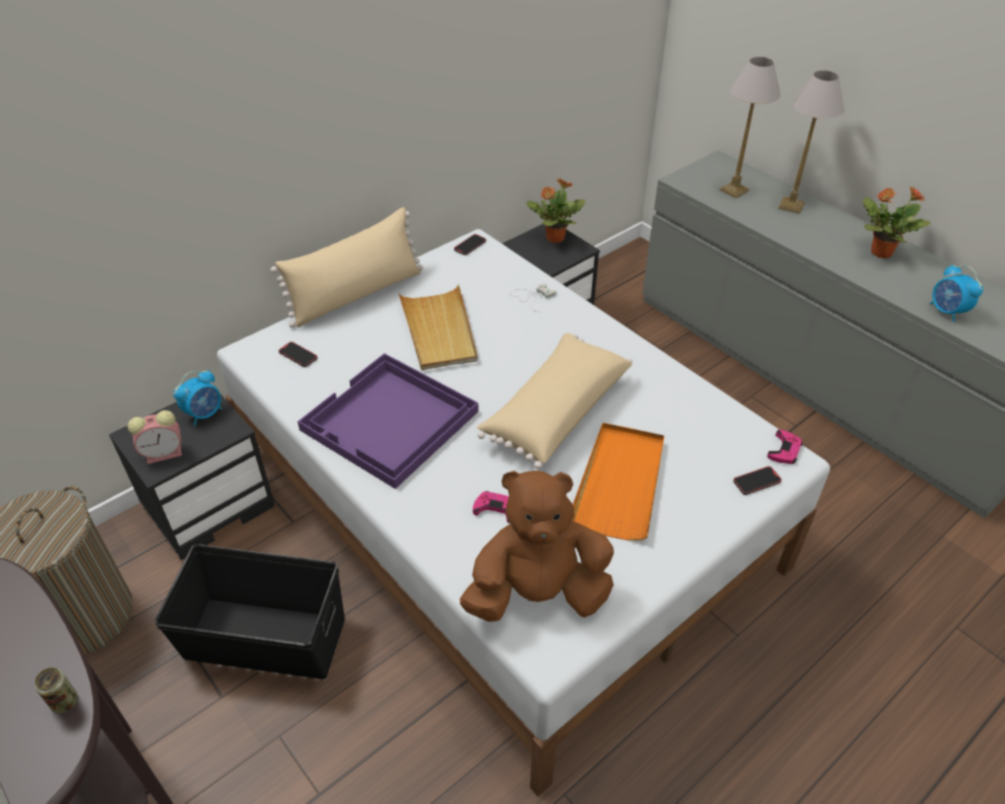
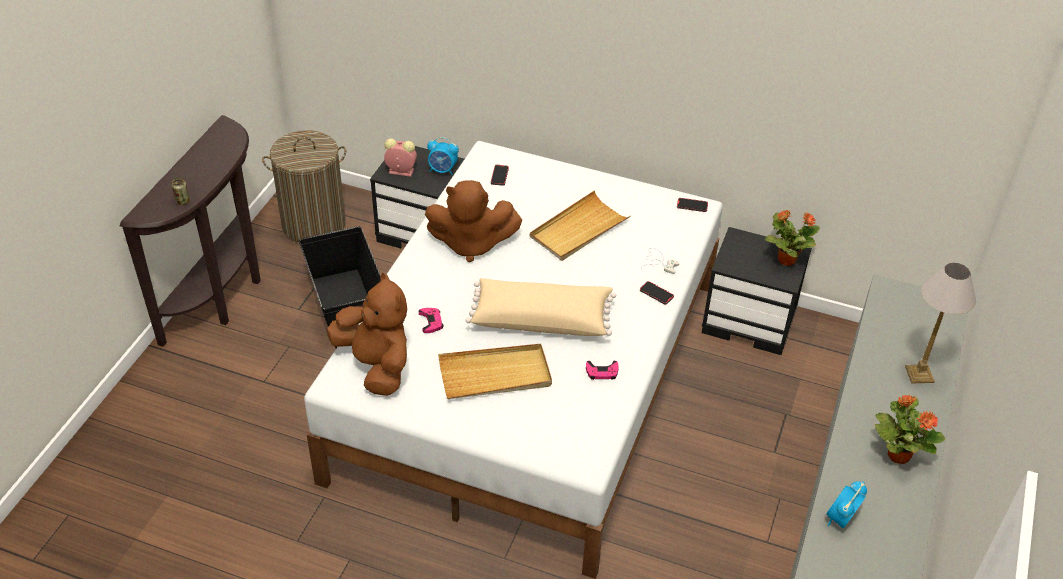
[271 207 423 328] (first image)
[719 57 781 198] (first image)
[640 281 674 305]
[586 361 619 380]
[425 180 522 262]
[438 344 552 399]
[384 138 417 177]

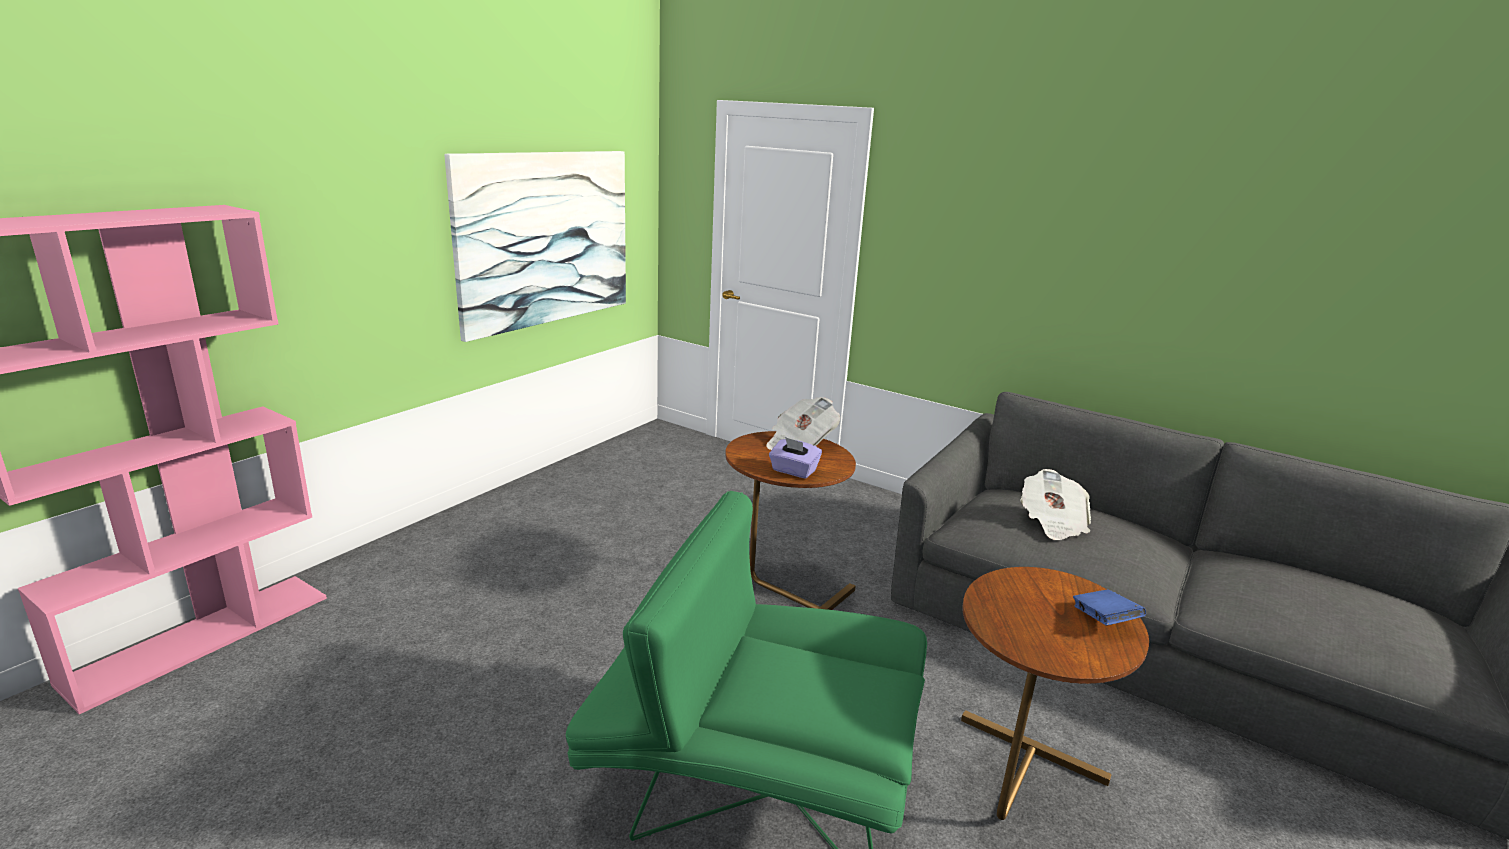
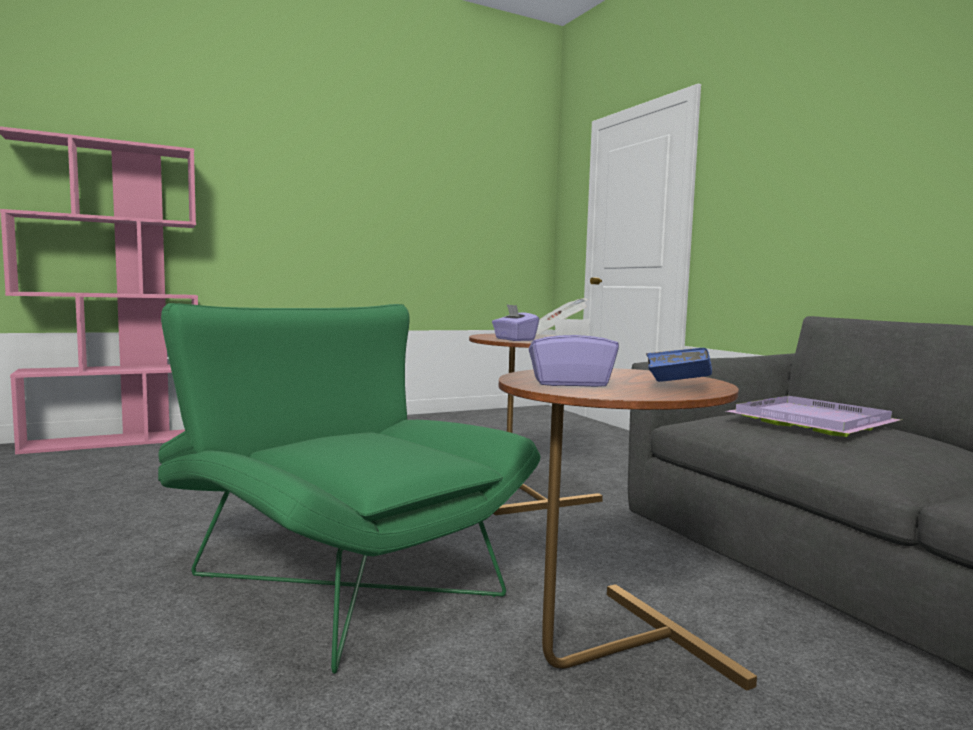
[444 151 626 342] (first image)
[529 318 619 387]
[726 396 901 437]

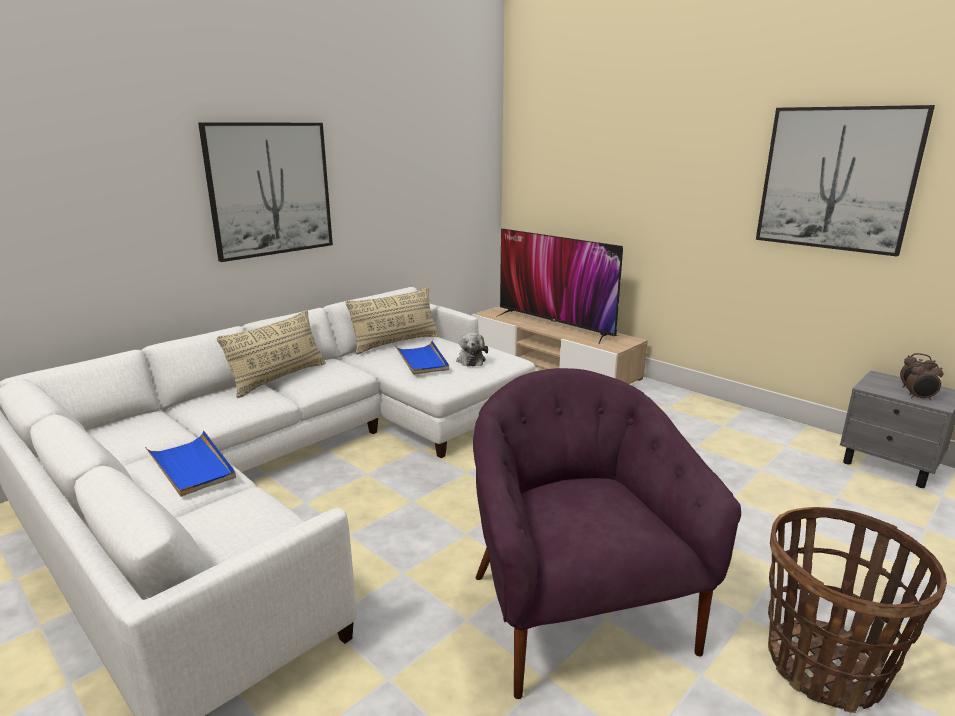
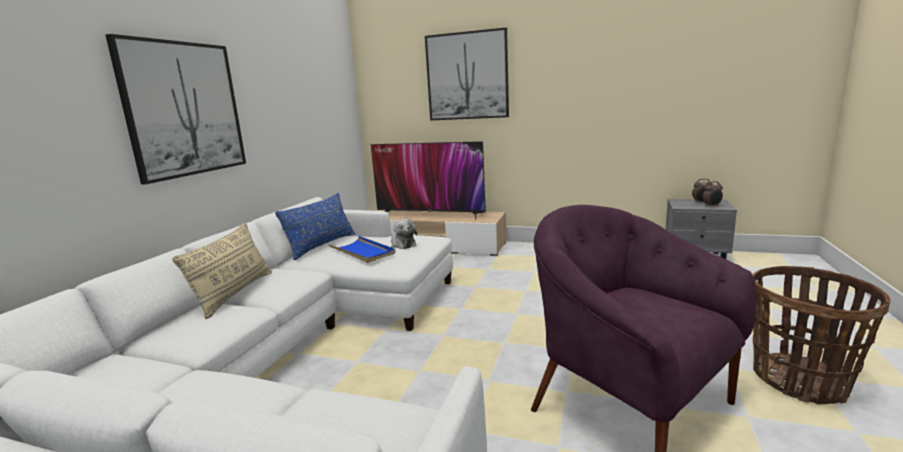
[145 431 236 497] (first image)
[425 27 509 121]
[275 193 355 260]

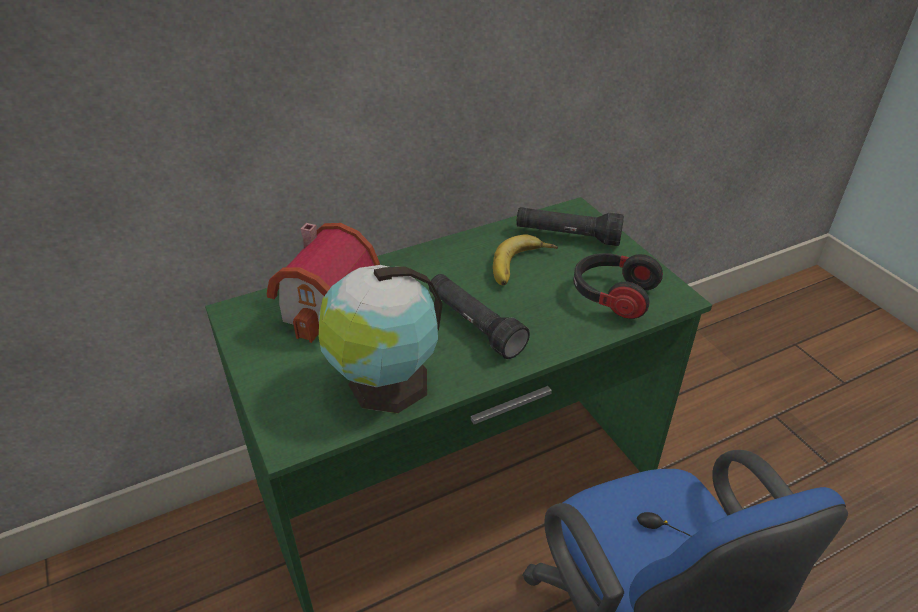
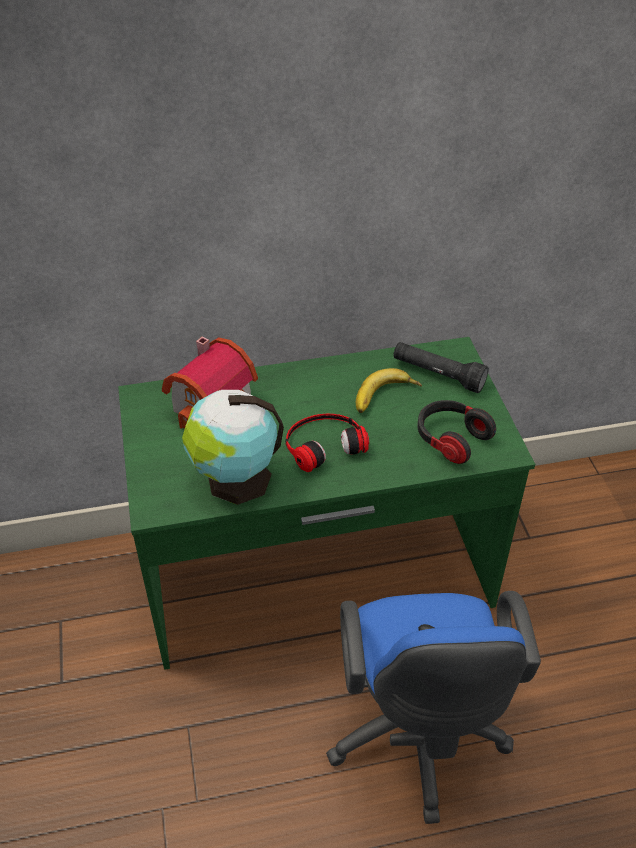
[285 414 369 472]

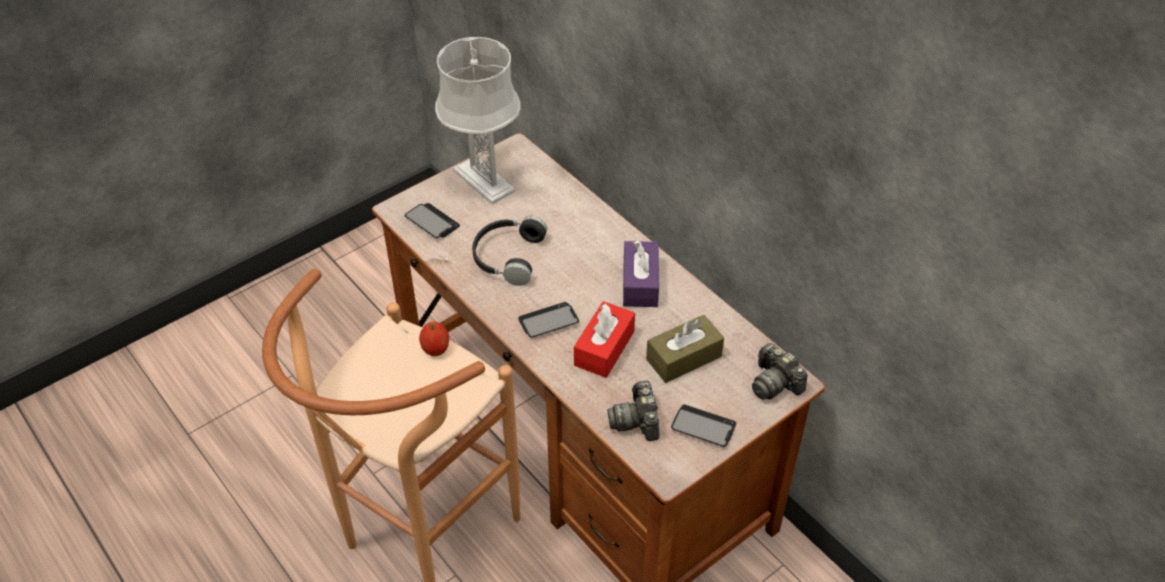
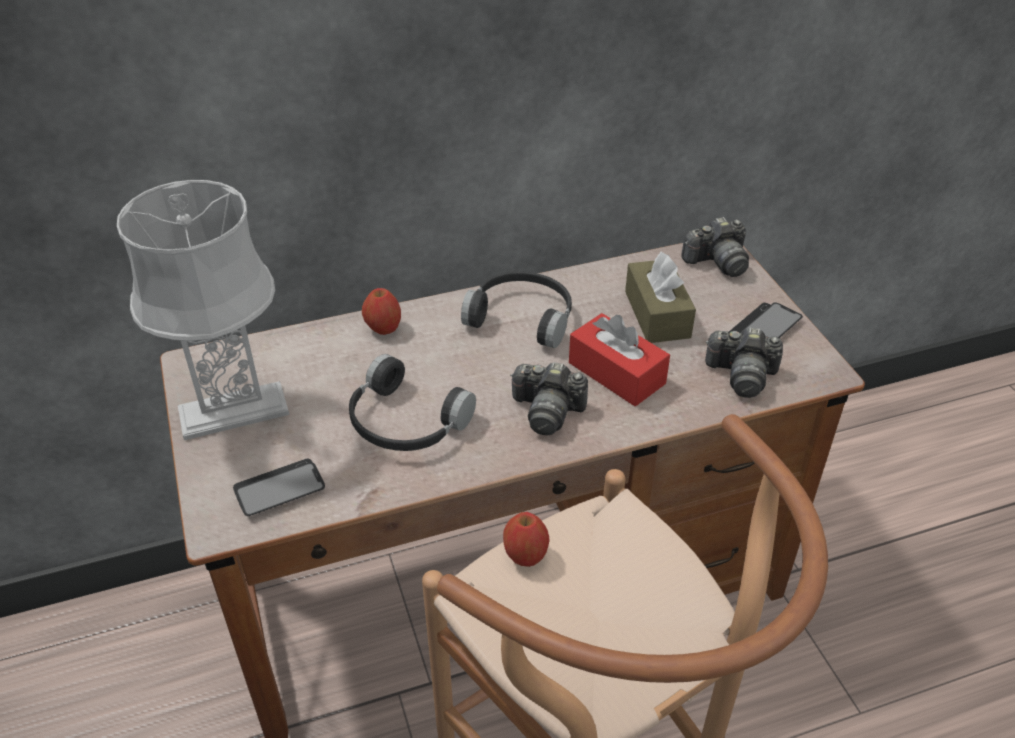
[362 288 401 335]
[510 362 588 436]
[461 271 572 348]

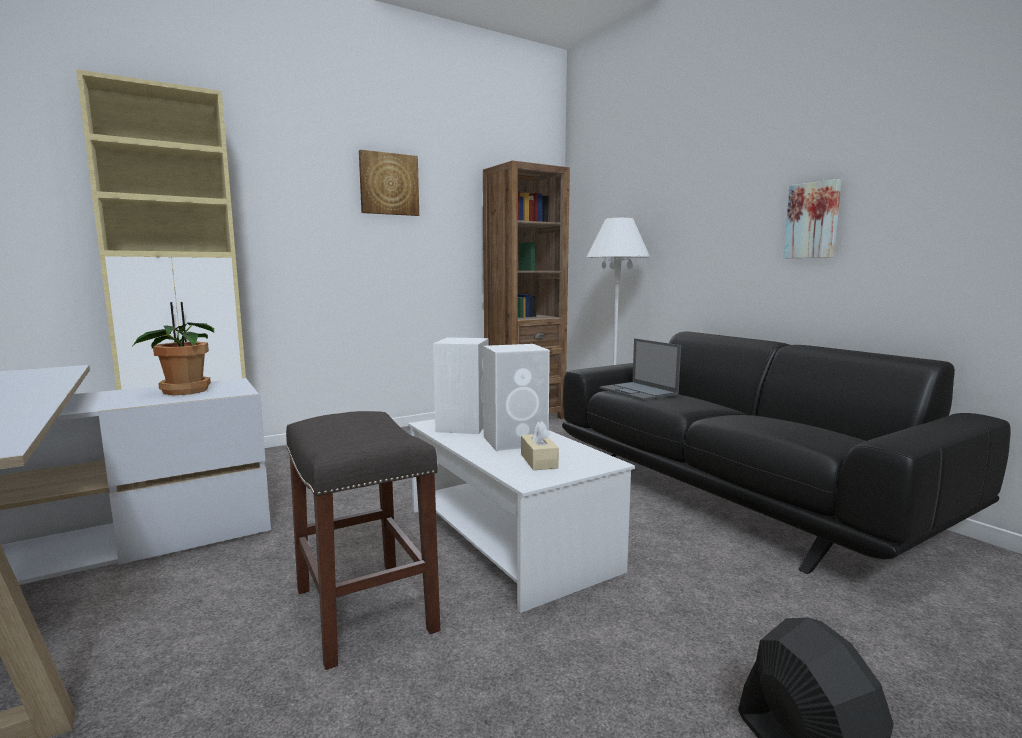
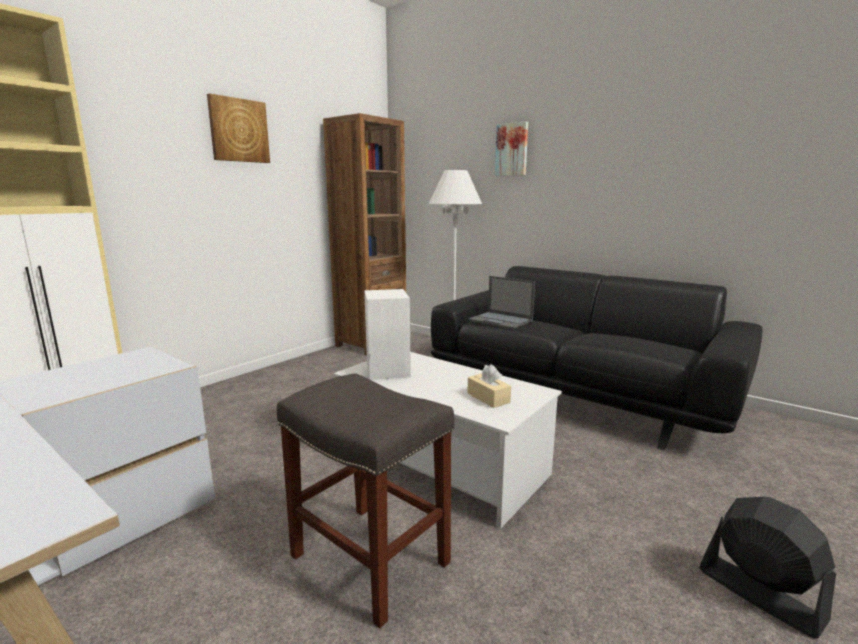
[132 322 214 395] (first image)
[483 344 550 451] (first image)
[495 121 528 176]

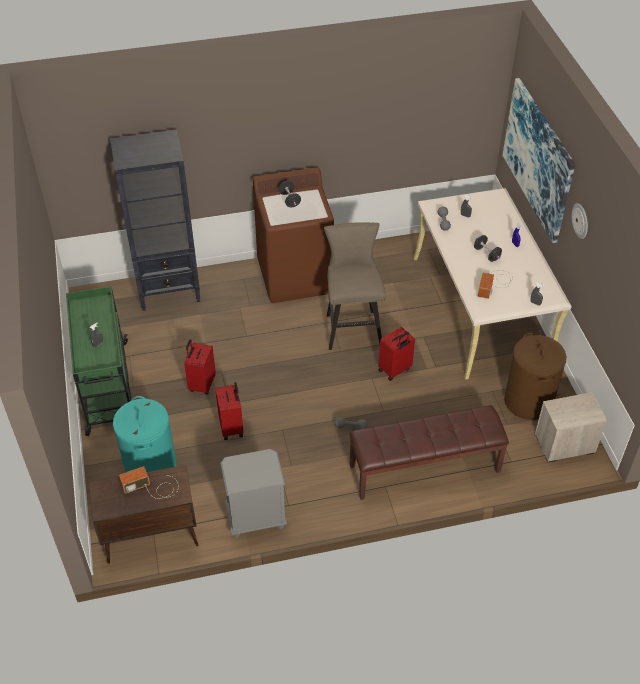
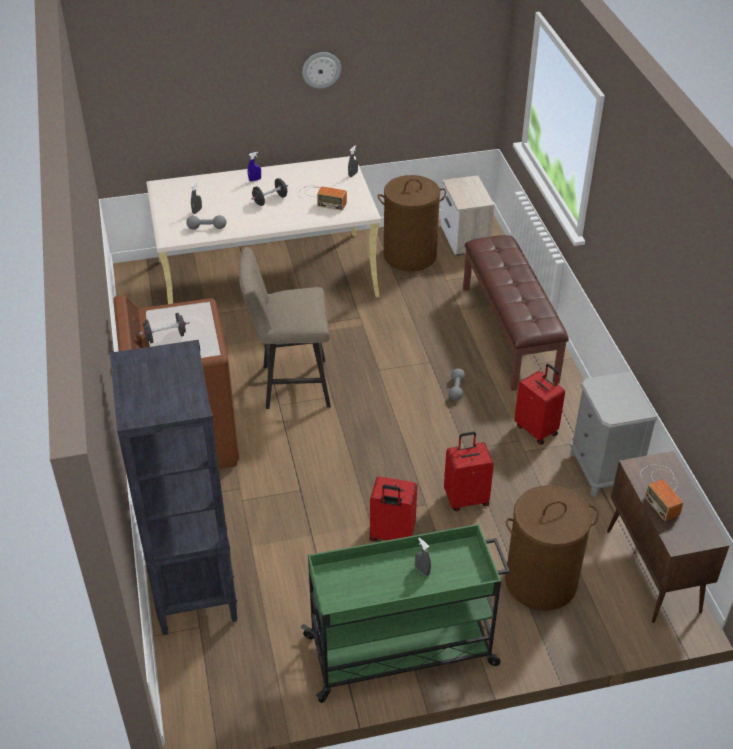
[502 78 575 243] (first image)
[514 364 565 445]
[505 485 599 611]

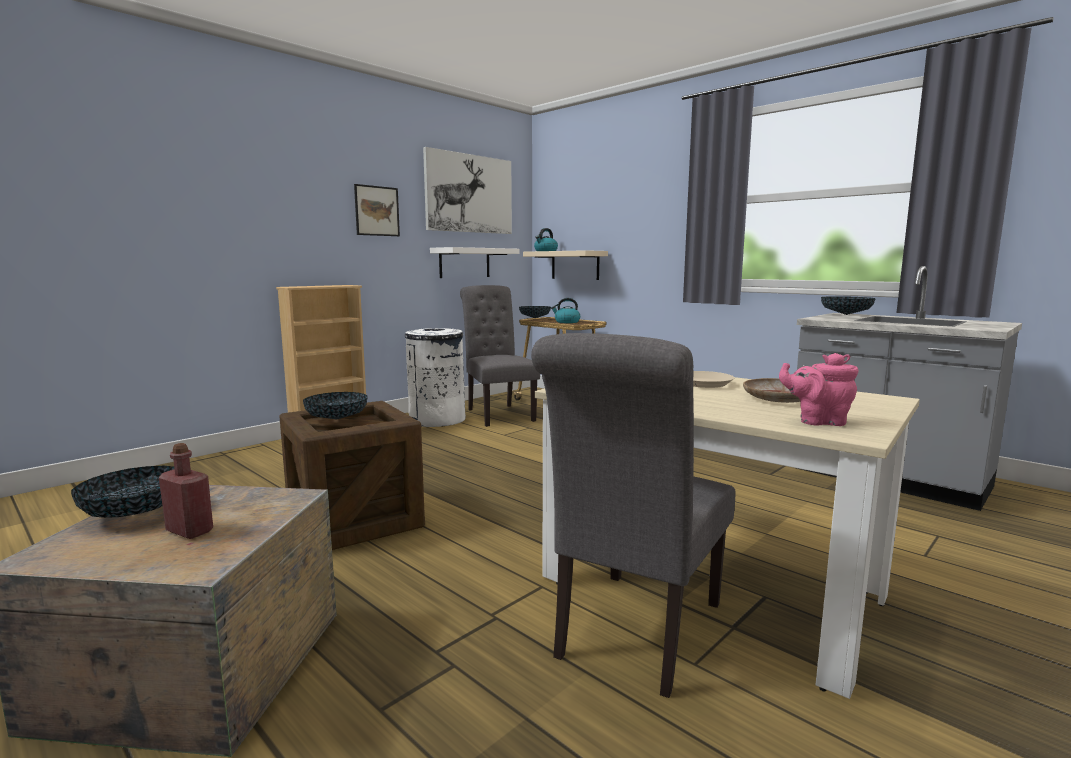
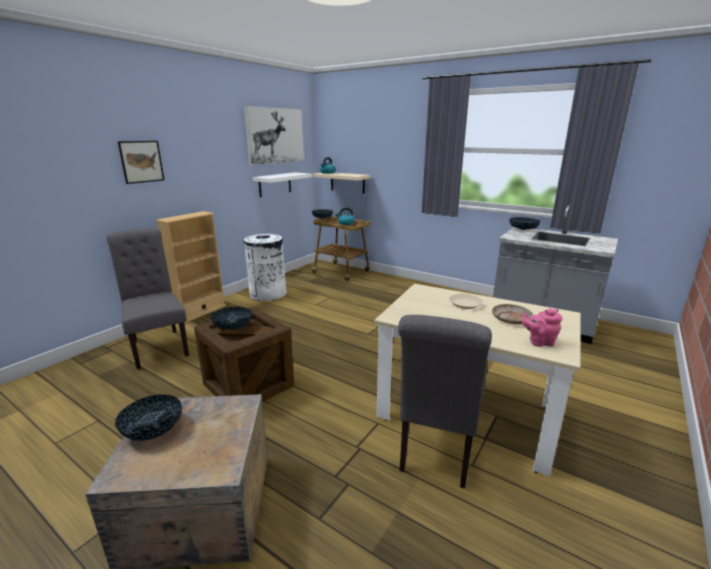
[159 443 213 539] (first image)
[118 141 164 184]
[107 228 189 369]

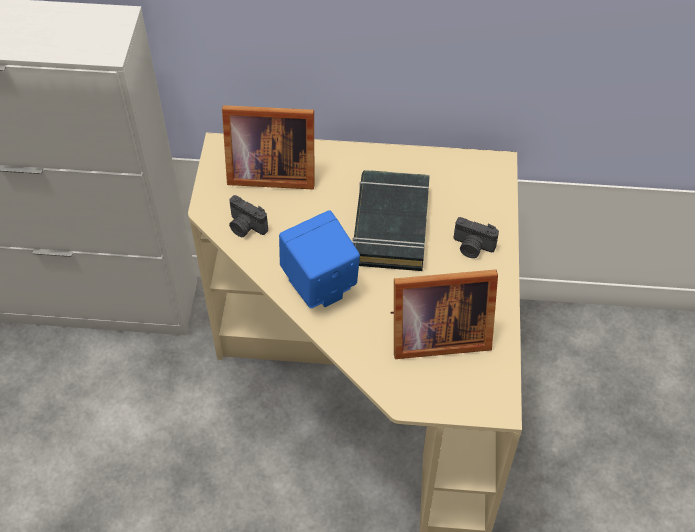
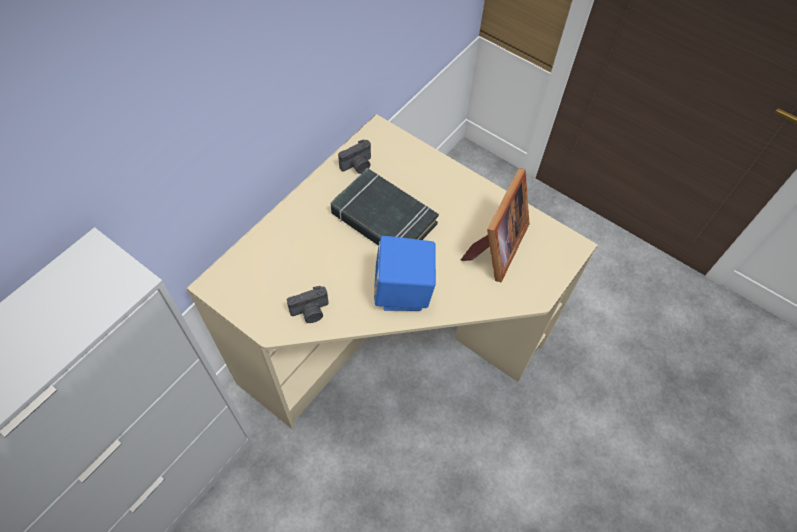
[222 105 314 189] (first image)
[338 139 371 174]

